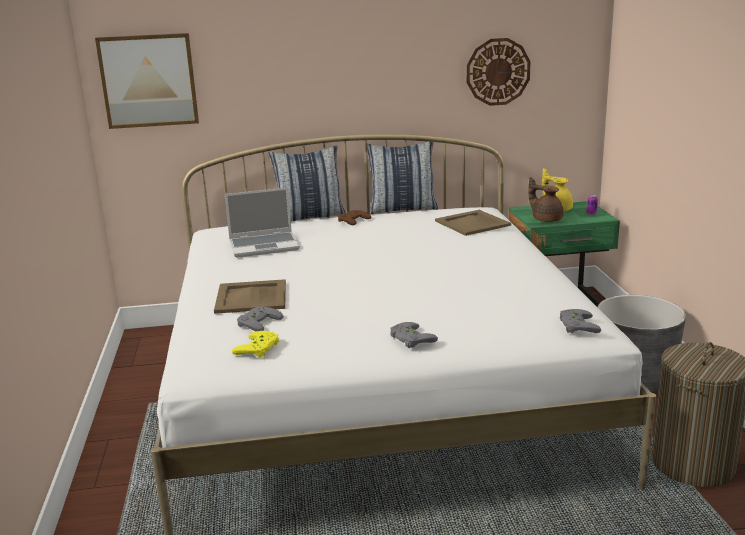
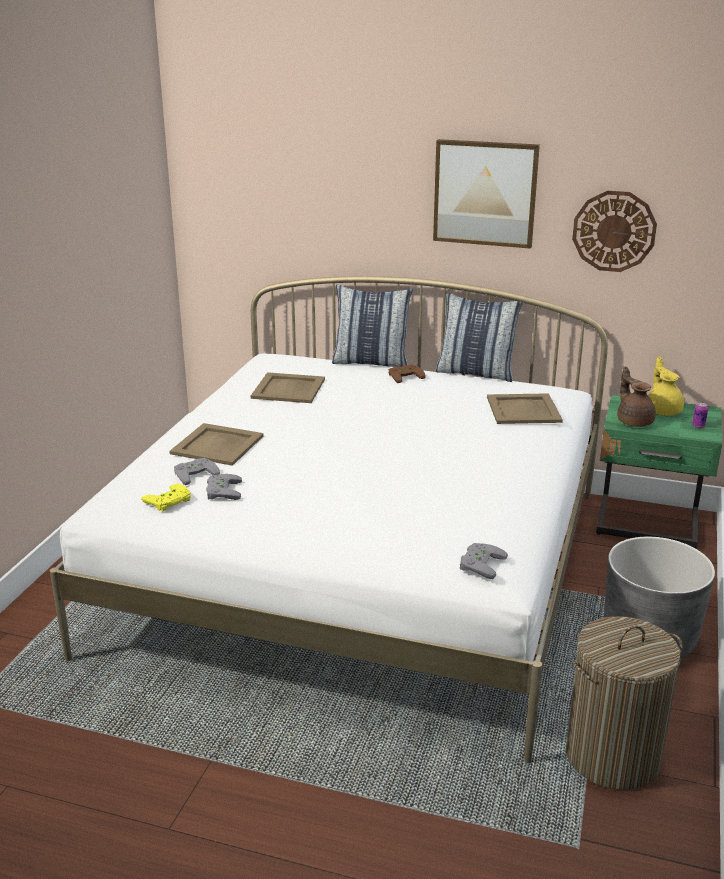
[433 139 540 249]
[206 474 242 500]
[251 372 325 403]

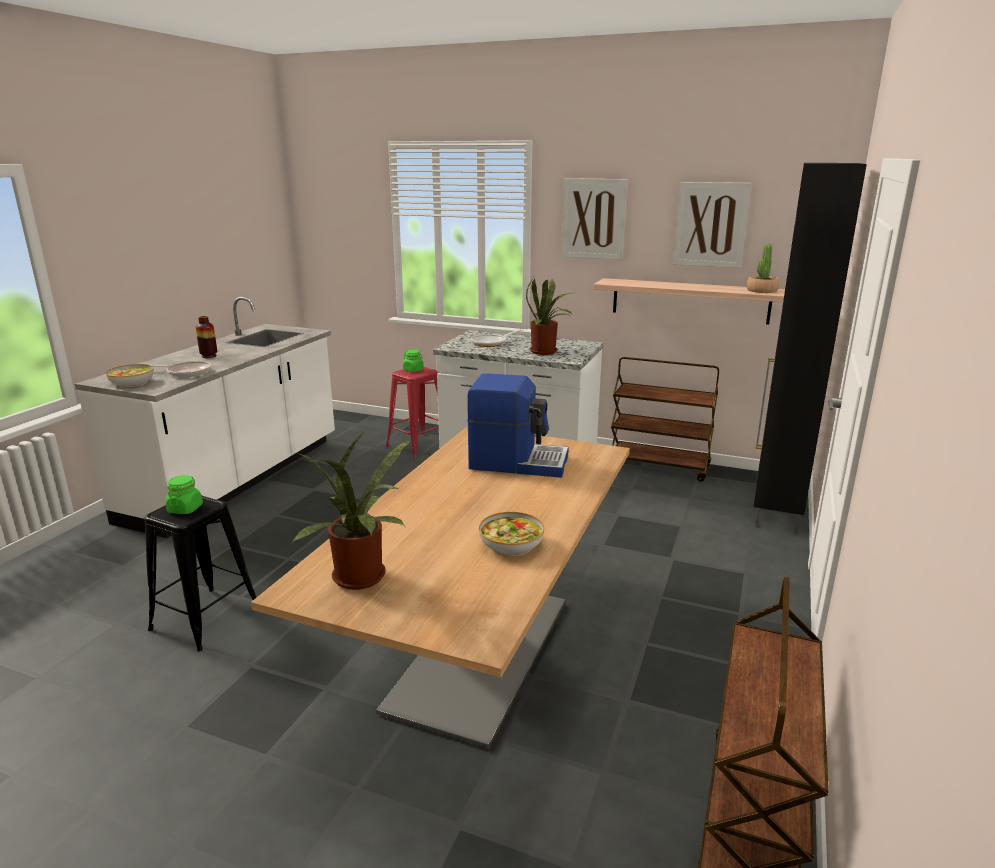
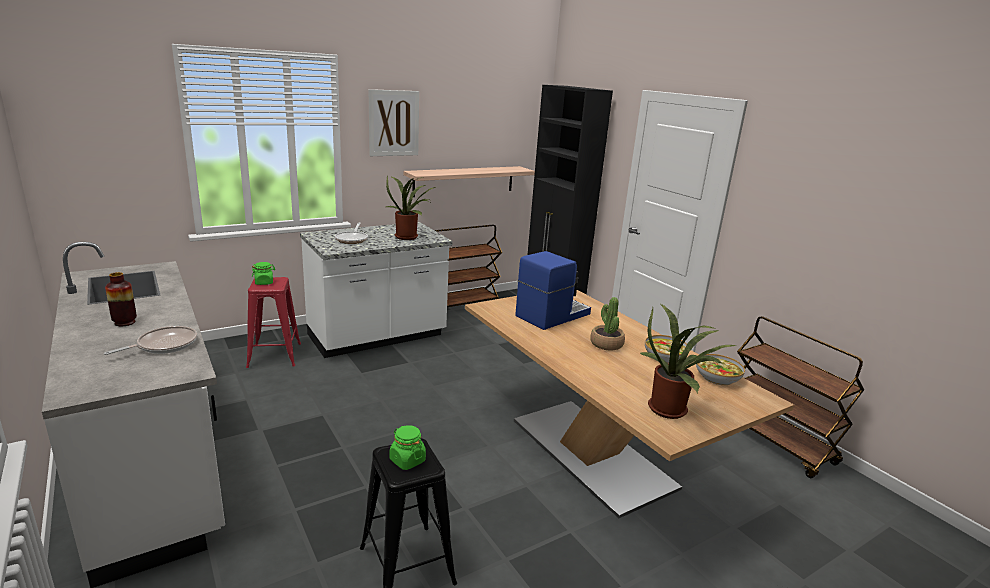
[673 182 751 268] (first image)
[696 354 745 385]
[590 297 625 351]

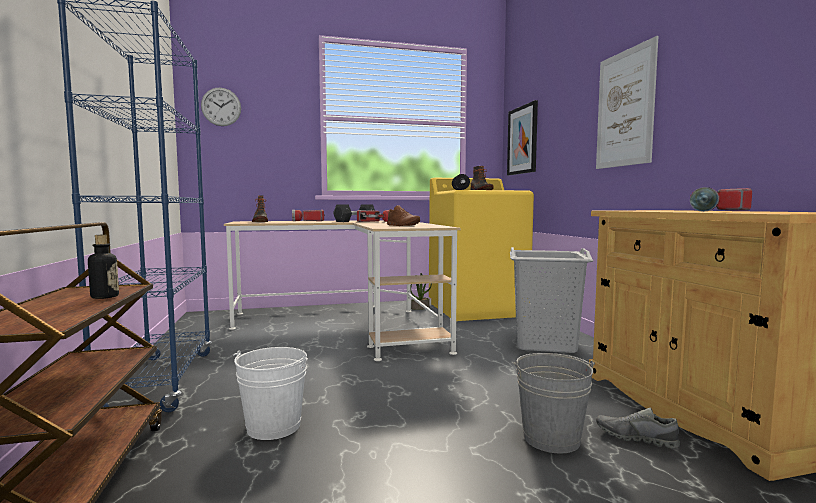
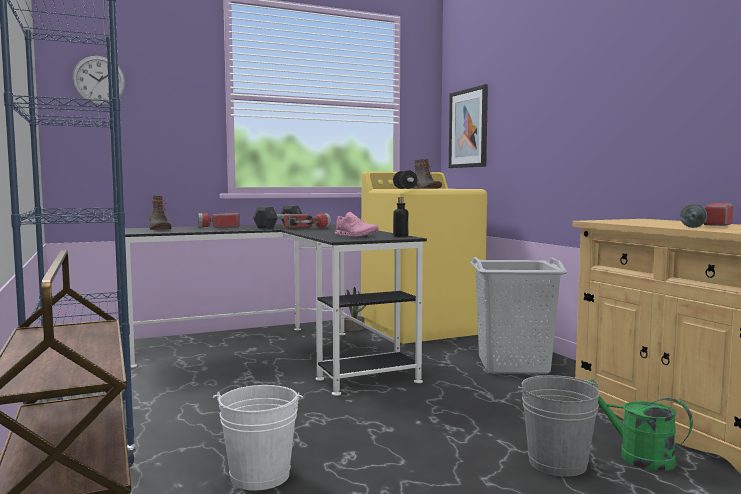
[596 36 658 169] (first image)
[393 197 409 237]
[586 379 693 471]
[125 224 427 396]
[335 212 379 237]

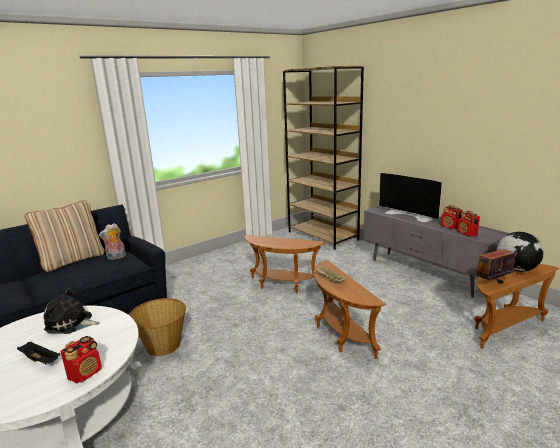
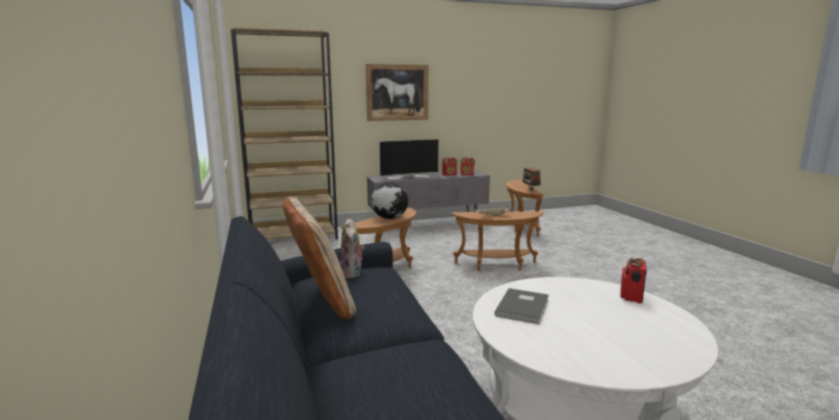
[17 341 60 365] (first image)
[129 298 186 356] (first image)
[366 64 428 121]
[371 182 408 219]
[495 288 549 324]
[621 257 647 304]

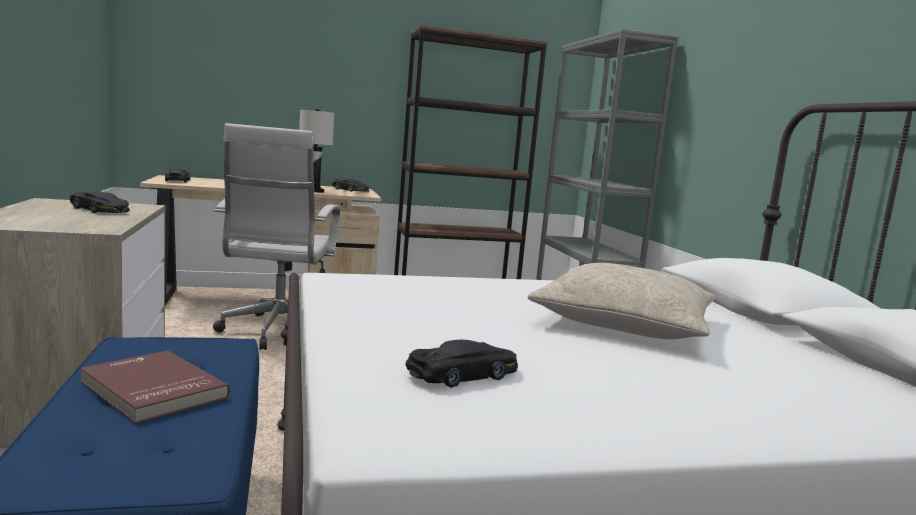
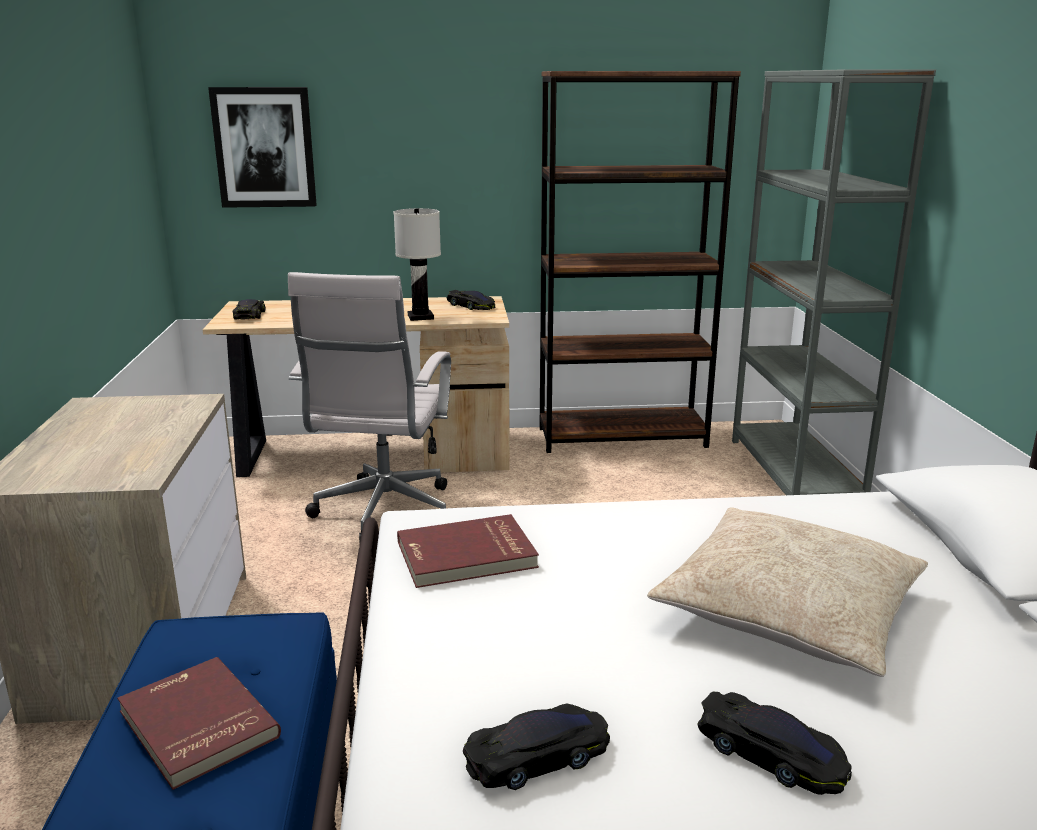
[208 87 317 208]
[397 514 539 588]
[697 692 852 795]

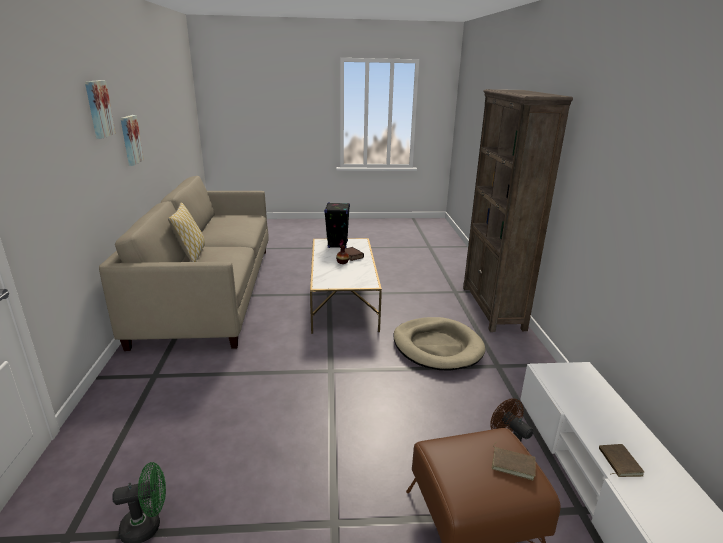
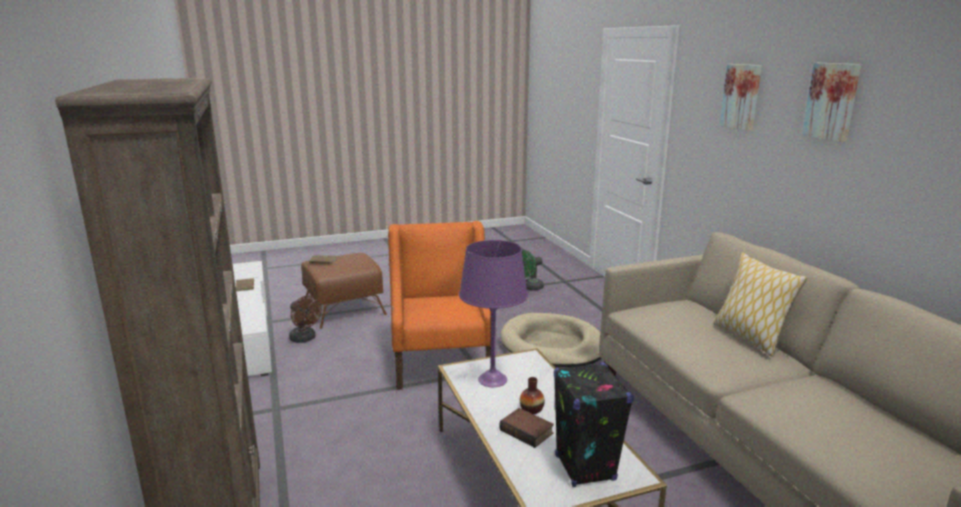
[388 221 491 390]
[459 240 528 387]
[720 64 762 131]
[501 313 601 368]

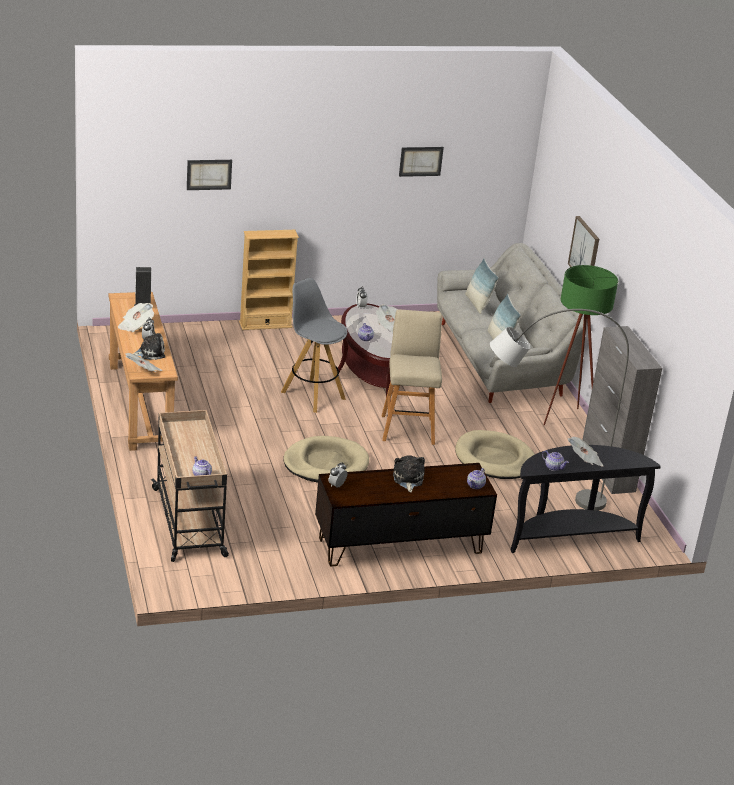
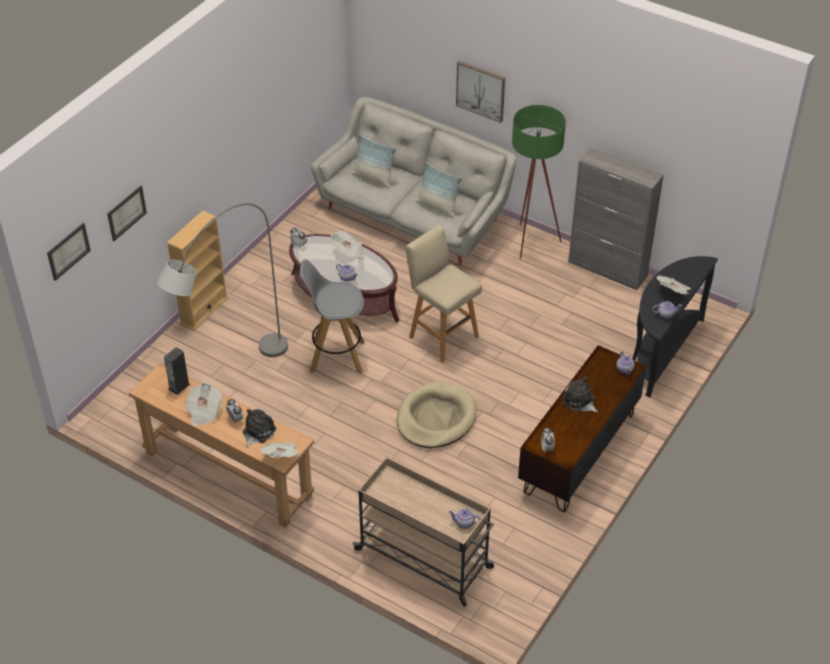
[455 430 535 479] (first image)
[47 223 91 281]
[157 203 288 357]

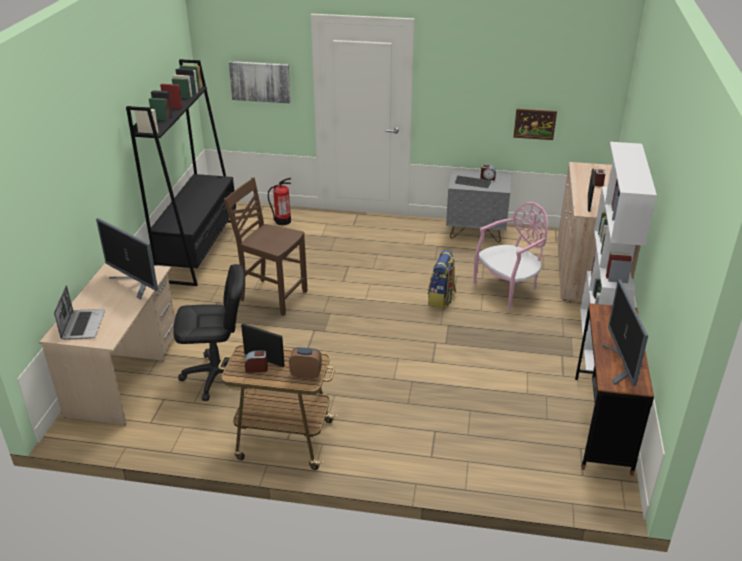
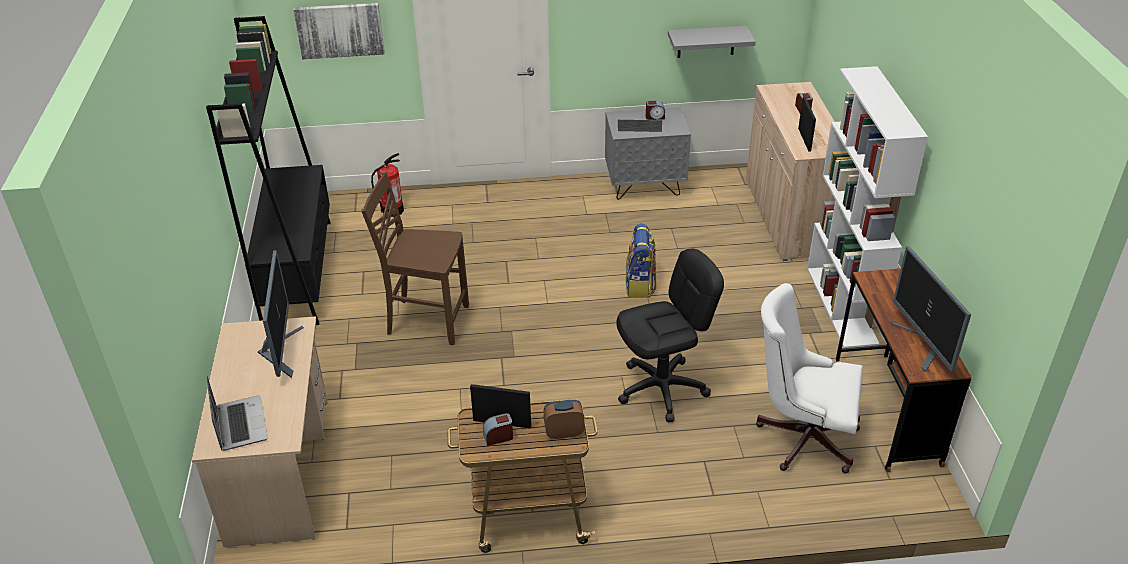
[473 202 548 309] (first image)
[756 283 863 473]
[616 249 724 422]
[668 26 756 58]
[258 250 304 378]

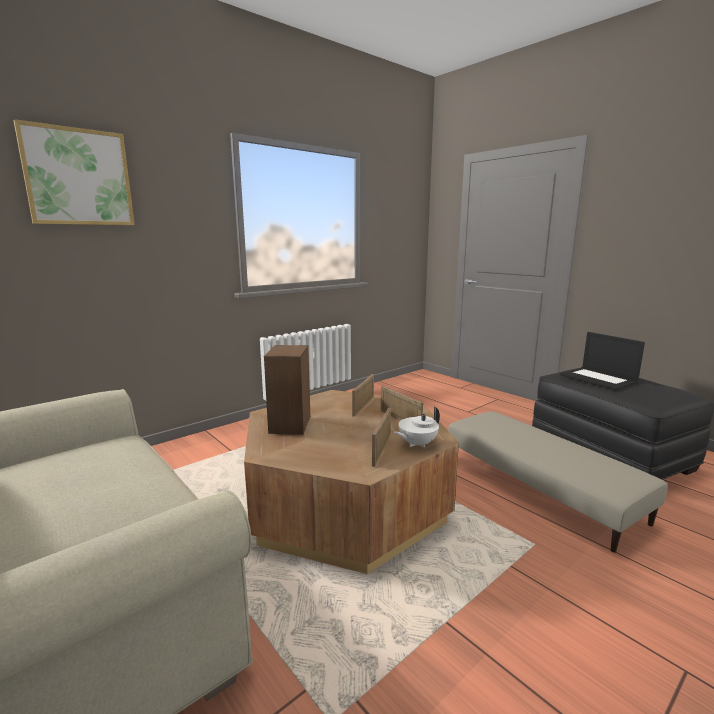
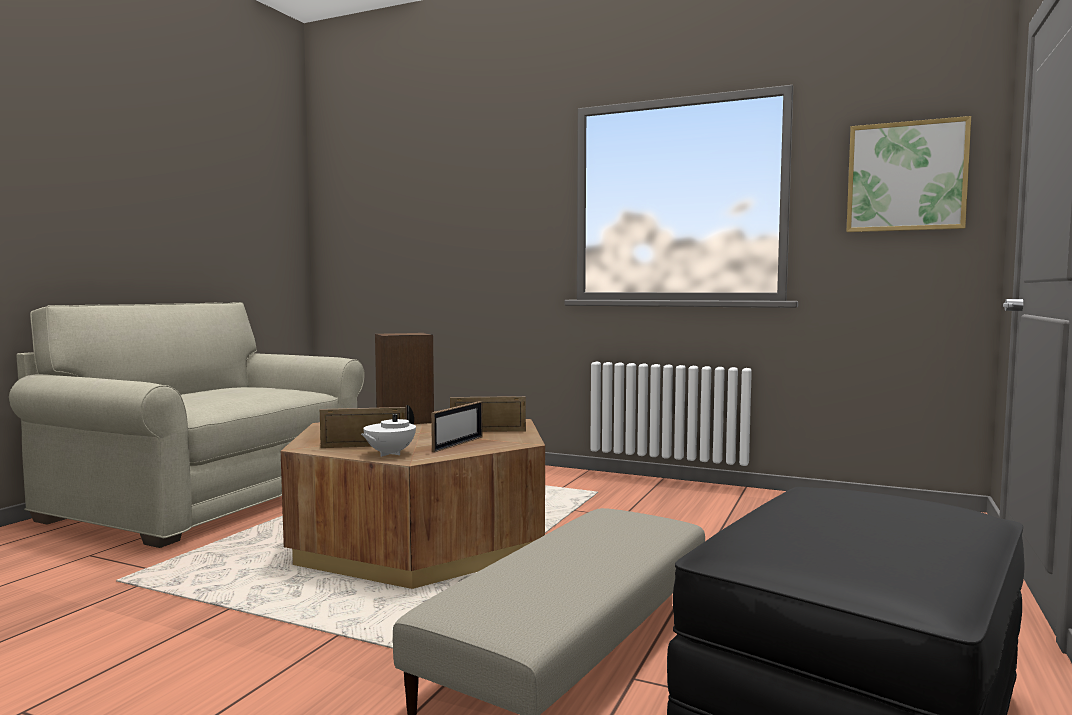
[560 332 645 391] (first image)
[846 116 971 232]
[361 405 416 457]

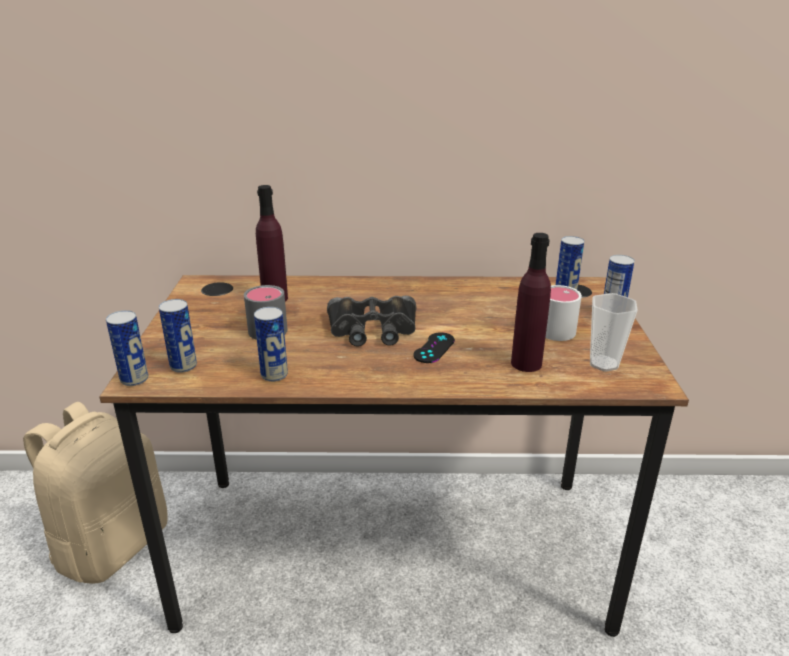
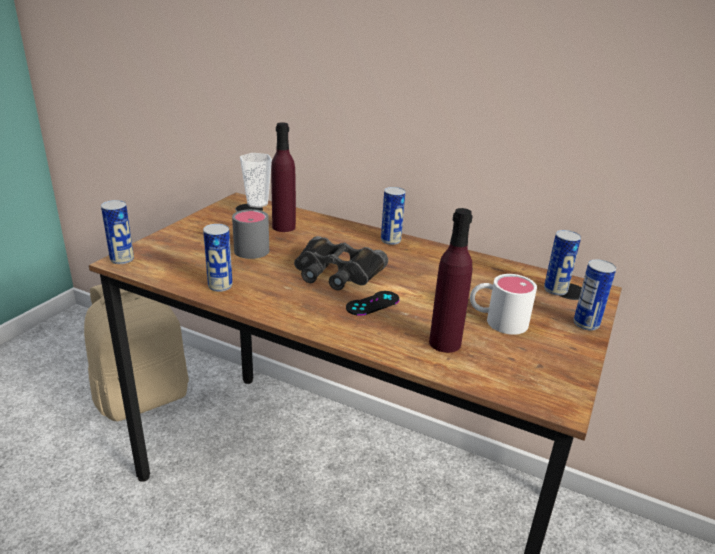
[381 187 405 245]
[240 153 272 208]

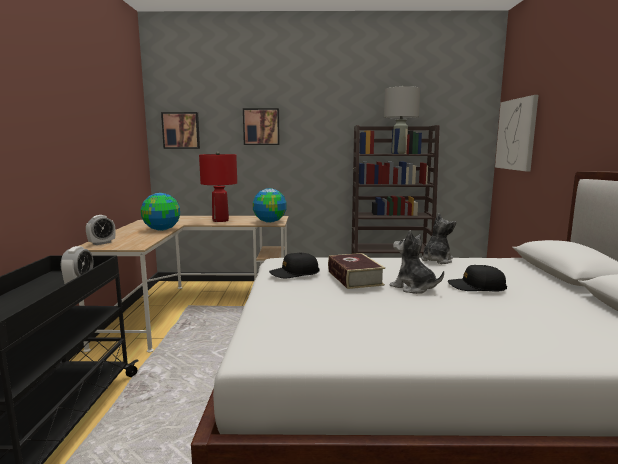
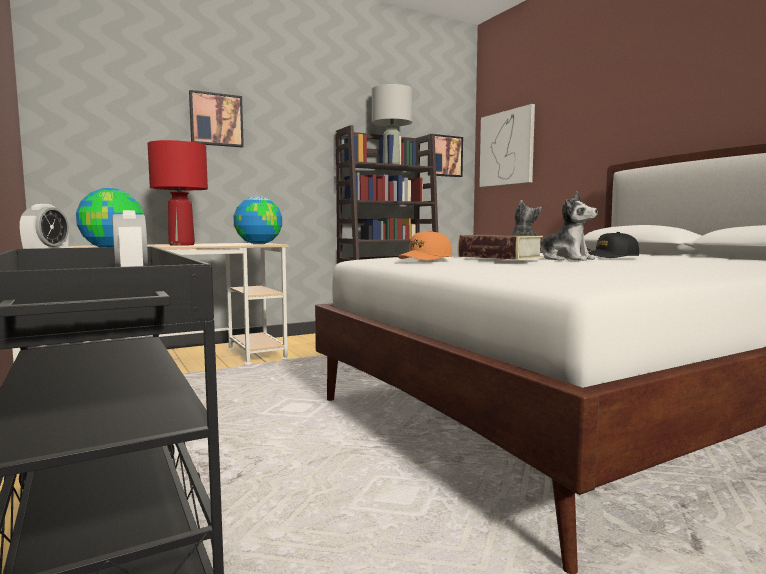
[428 134 463 177]
[398 230 452 261]
[534 191 598 261]

